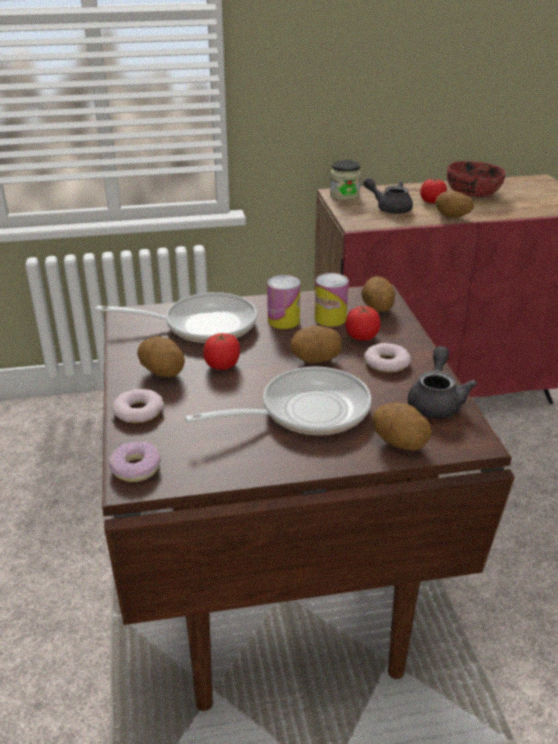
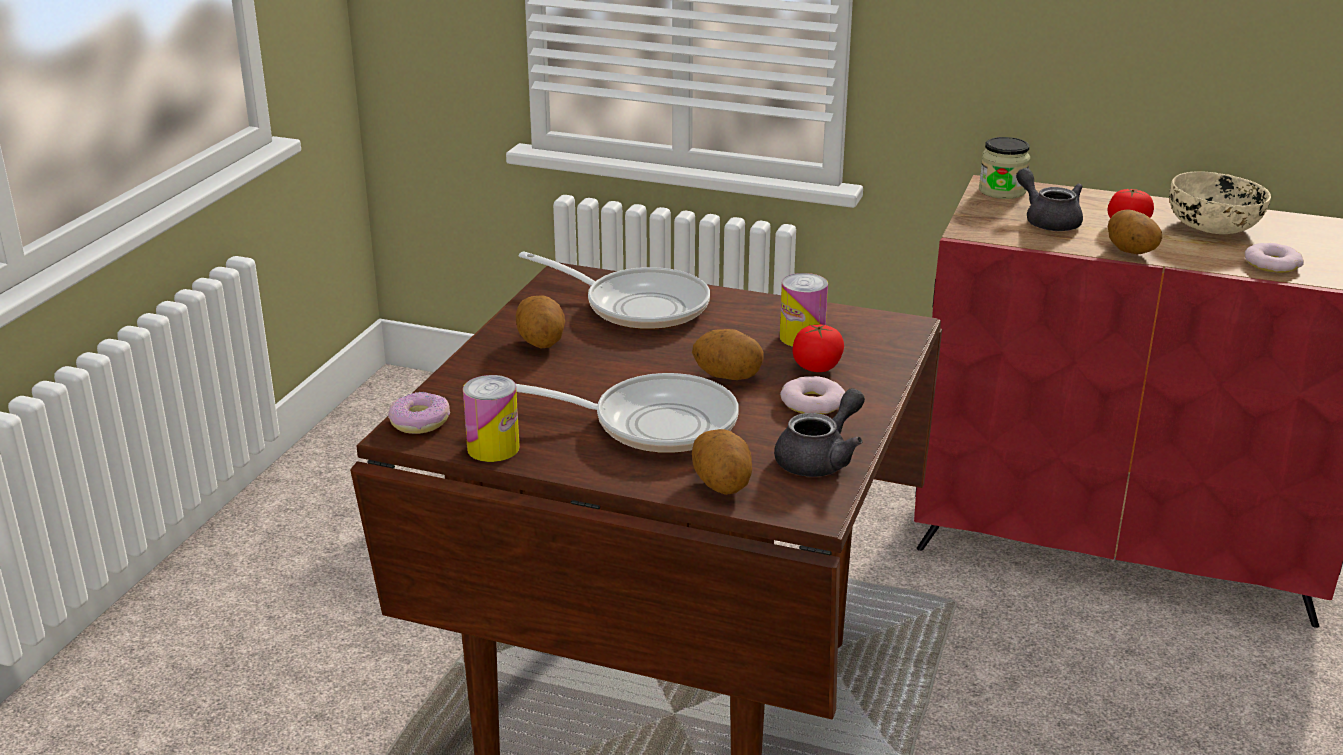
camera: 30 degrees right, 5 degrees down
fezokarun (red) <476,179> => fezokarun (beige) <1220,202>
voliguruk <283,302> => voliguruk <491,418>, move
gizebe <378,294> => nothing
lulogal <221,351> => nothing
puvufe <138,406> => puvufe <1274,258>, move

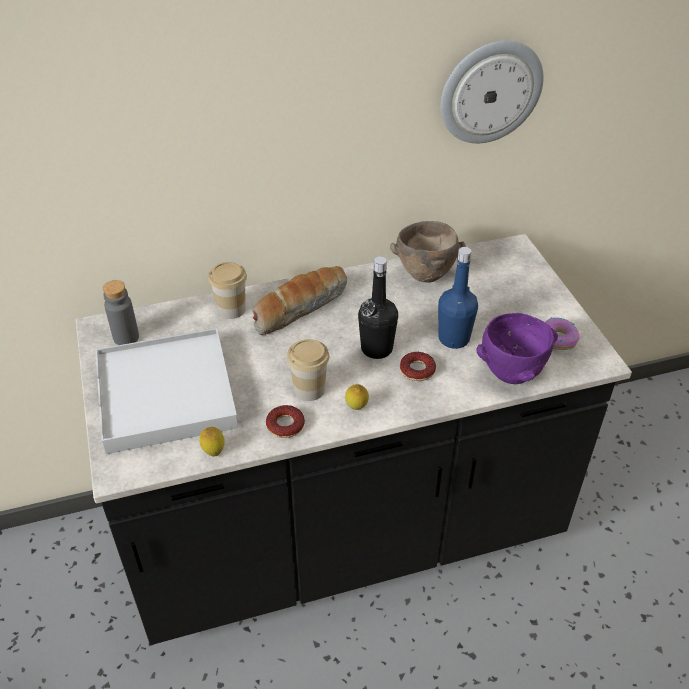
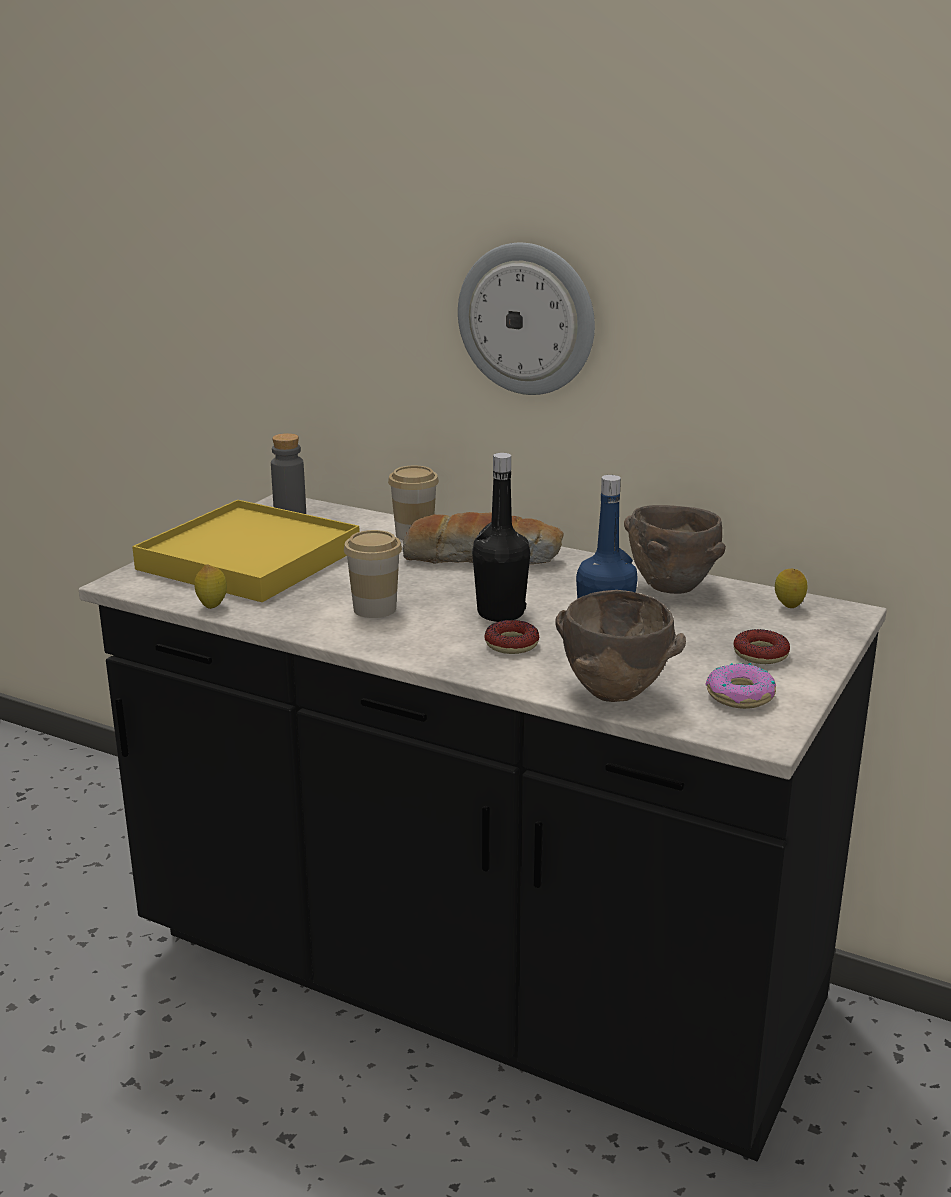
camera: 45 degrees right, 20 degrees down
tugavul <492,91> => tugavul <526,319>, move
fezokarun (purple) <517,348> => fezokarun (brown) <620,646>
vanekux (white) <166,391> => vanekux (yellow) <246,551>
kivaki <357,397> => kivaki <791,588>, move
puvufe <285,421> => puvufe <761,646>, move

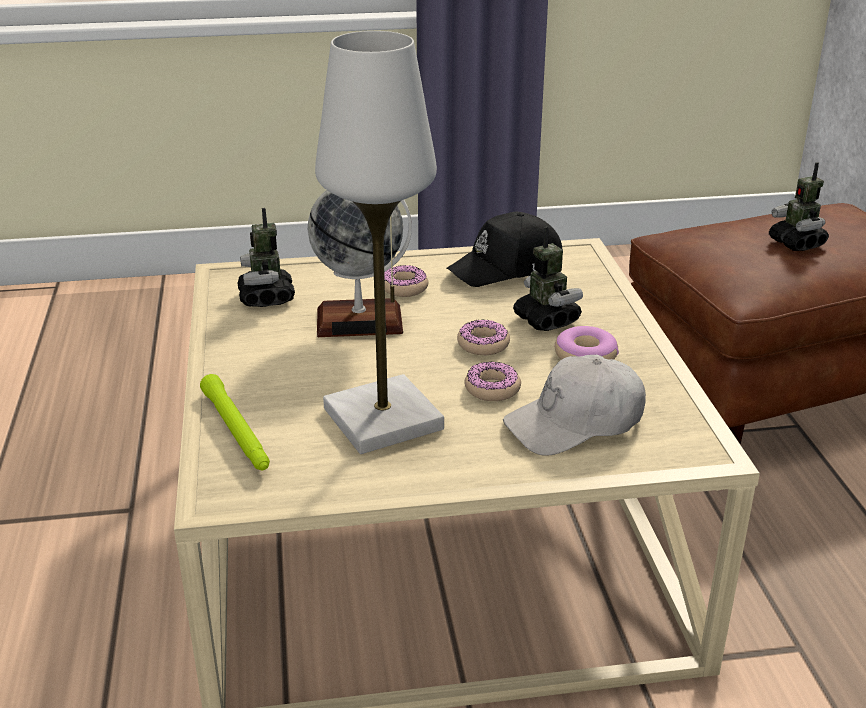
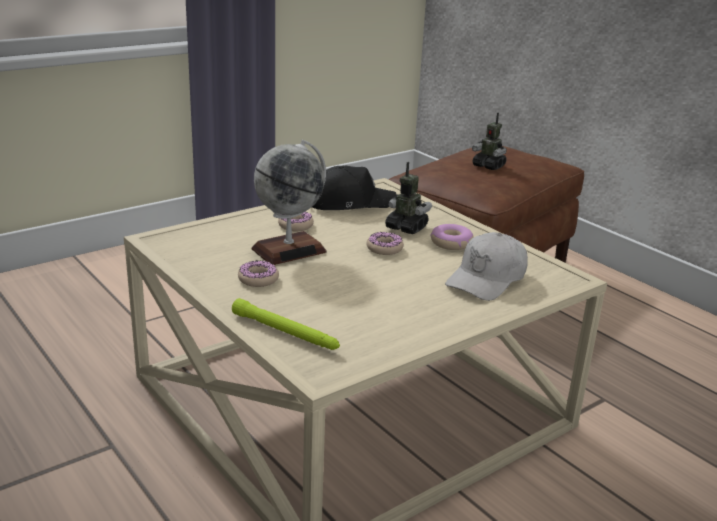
camera: 30 degrees left, 5 degrees down
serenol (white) <379,242> => nothing
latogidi <266,257> => nothing
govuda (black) <504,249> => govuda (black) <354,187>, 135 degrees counterclockwise
puvufe <492,381> => puvufe <258,273>, move

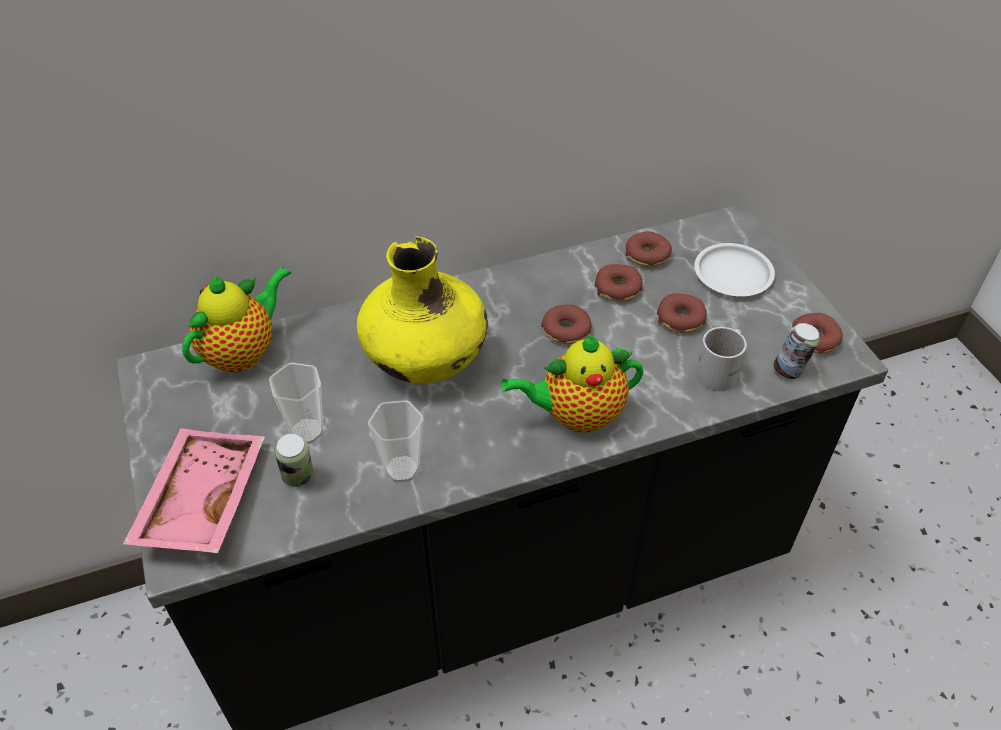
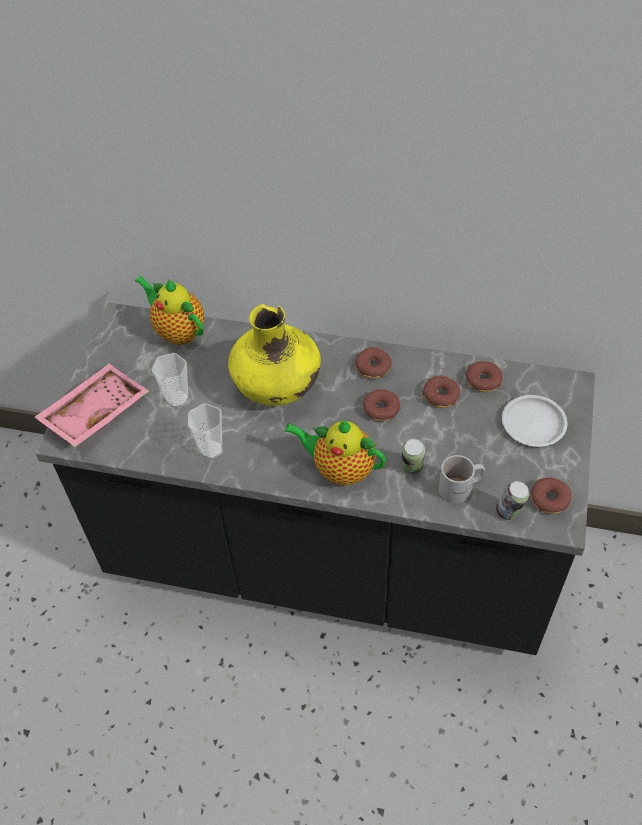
camera: 35 degrees right, 5 degrees up
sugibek <236,320> => sugibek <169,310>, 120 degrees counterclockwise
puvufe <682,313> => puvufe <373,363>, move
voliguruk <293,460> => voliguruk <413,456>, move

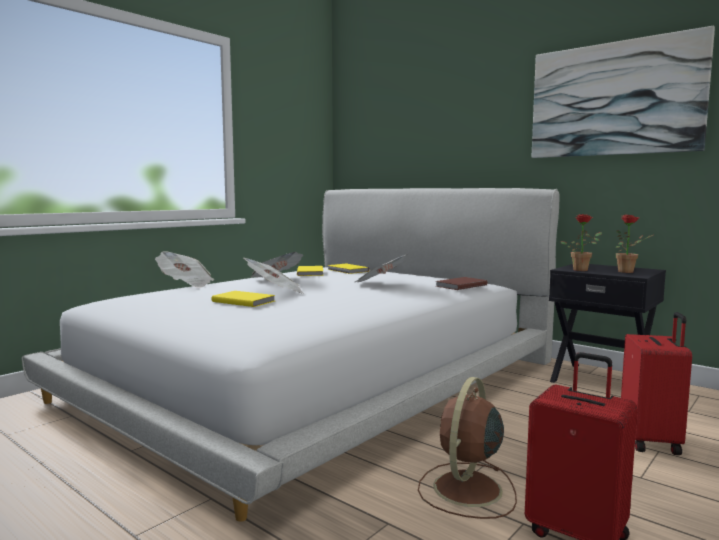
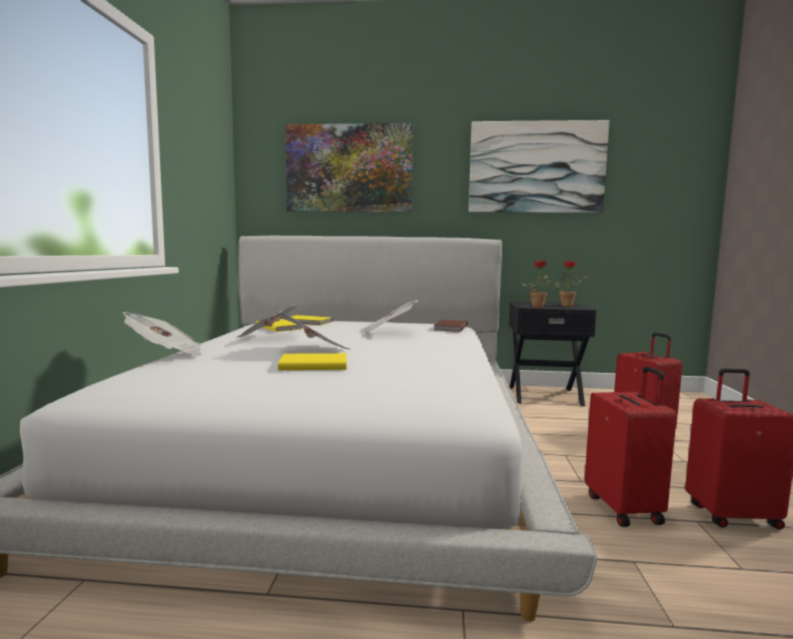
camera: 35 degrees left, 0 degrees up
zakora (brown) <467,448> => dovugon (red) <631,446>
nothing => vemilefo <349,167>

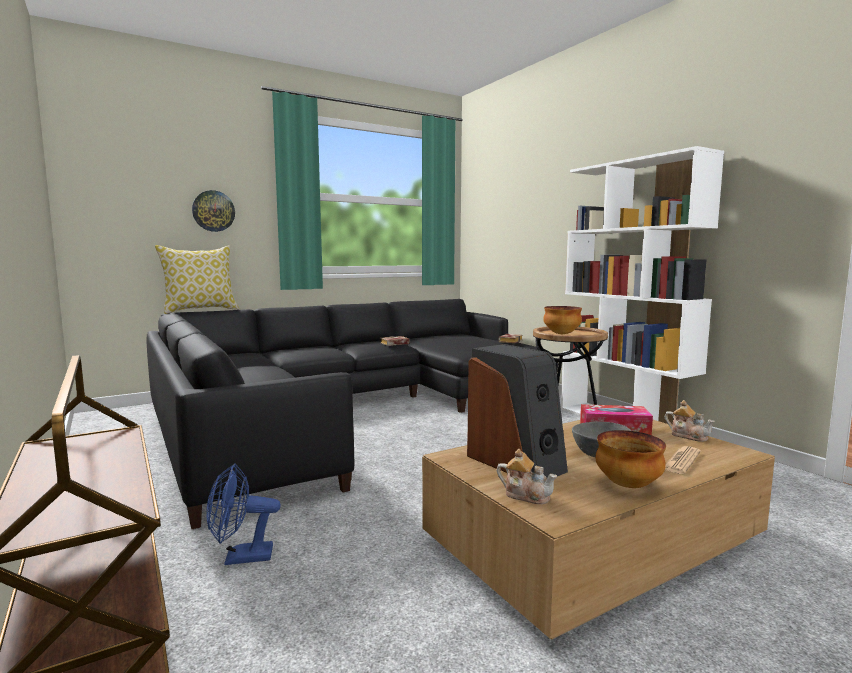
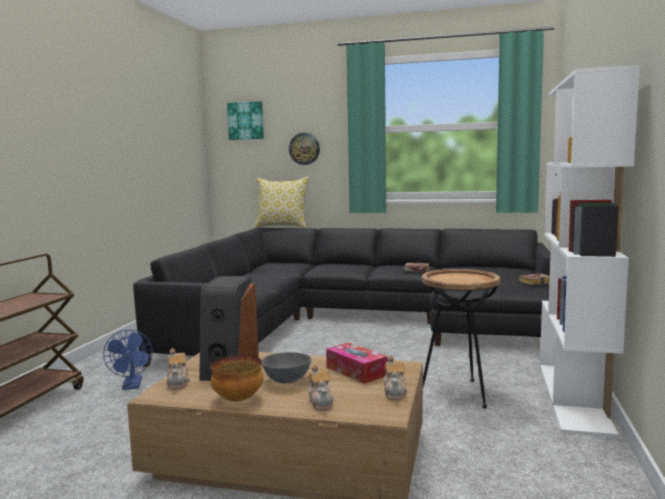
camera: 45 degrees right, 0 degrees up
fezokarun <562,320> => nothing
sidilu <683,460> => sugibek <321,387>
zakora (blue) <243,514> => zakora (blue) <128,360>, 135 degrees counterclockwise
nothing => vemilefo <245,120>

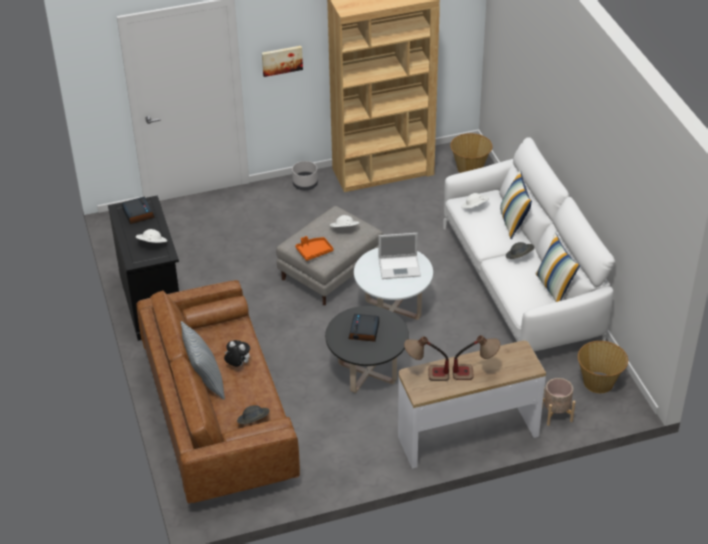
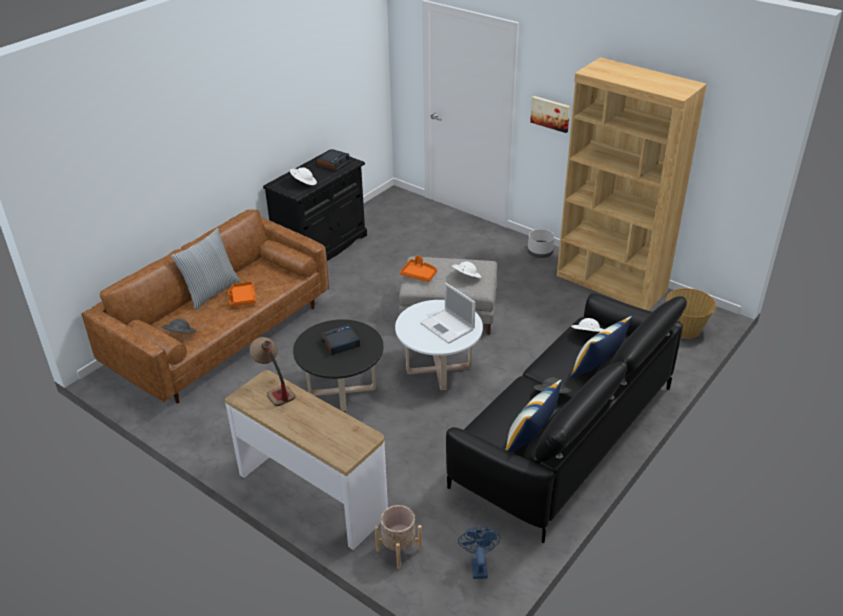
camera: 55 degrees right, 5 degrees down
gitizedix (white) <529,244> => gitizedix (black) <566,418>
serenol <476,357> => nothing
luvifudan <237,353> => vanekux (orange) <242,294>
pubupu <603,367> => zakora (blue) <479,552>

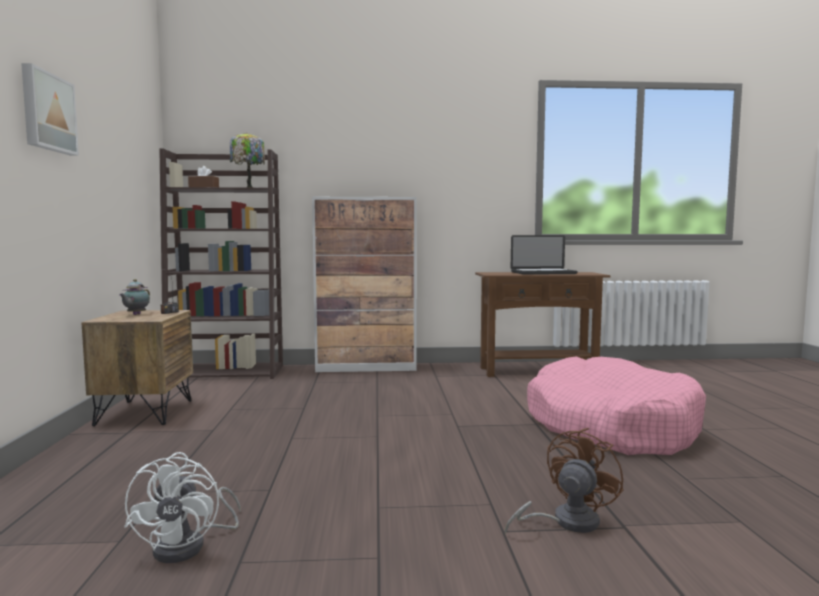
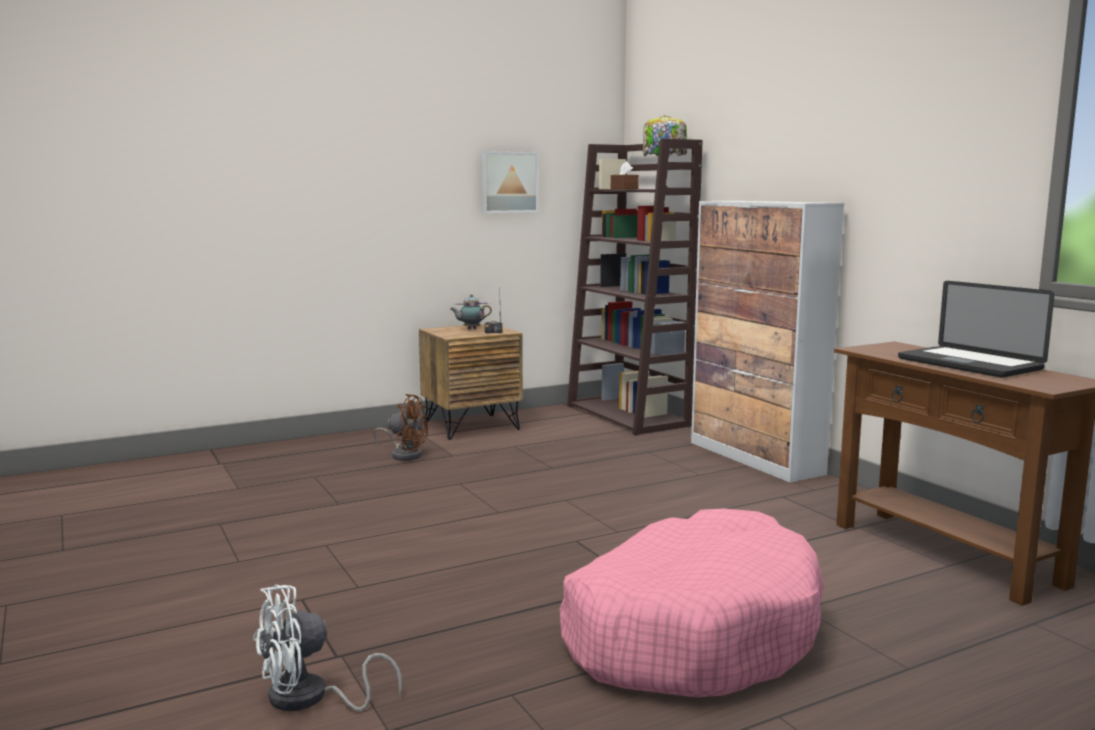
camera: 65 degrees right, 5 degrees up
vemilefo <50,109> => vemilefo <510,182>, move
zakora (brown) <564,481> => zakora (brown) <400,427>, move
zakora (white) <182,507> => zakora (white) <327,648>, move

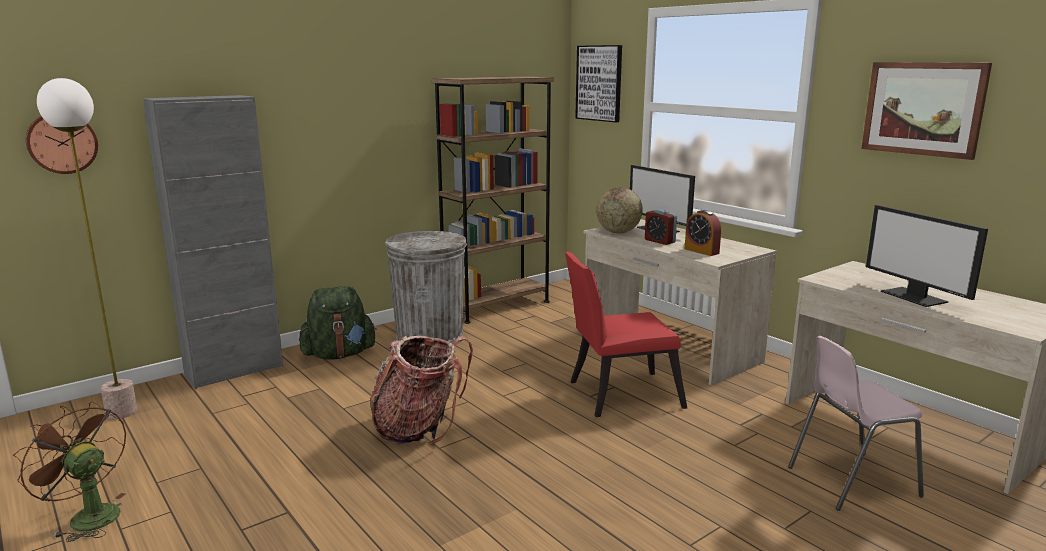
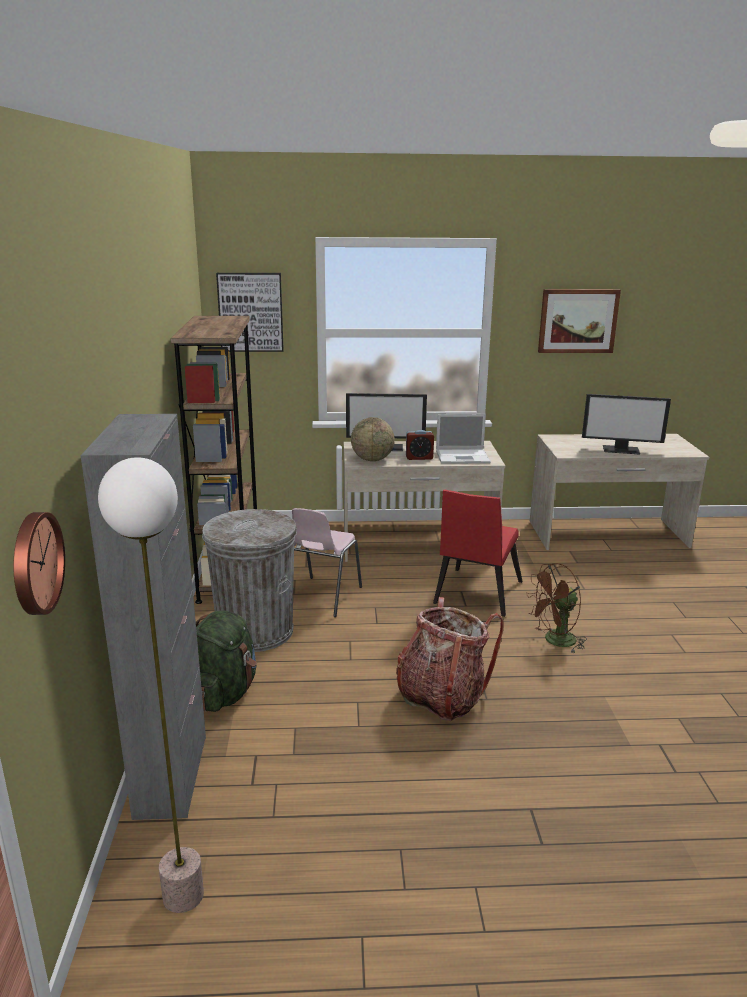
camera: 55 degrees left, 5 degrees up
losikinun <703,233> => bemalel <463,439>
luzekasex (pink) <856,423> => luzekasex (pink) <327,562>, move
zakora (brown) <69,472> => zakora (brown) <556,608>, move

